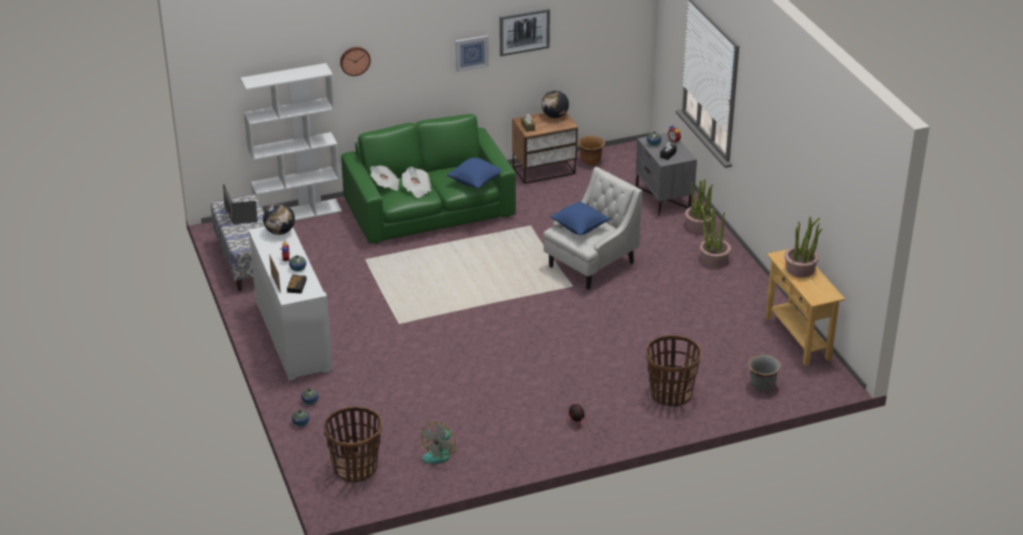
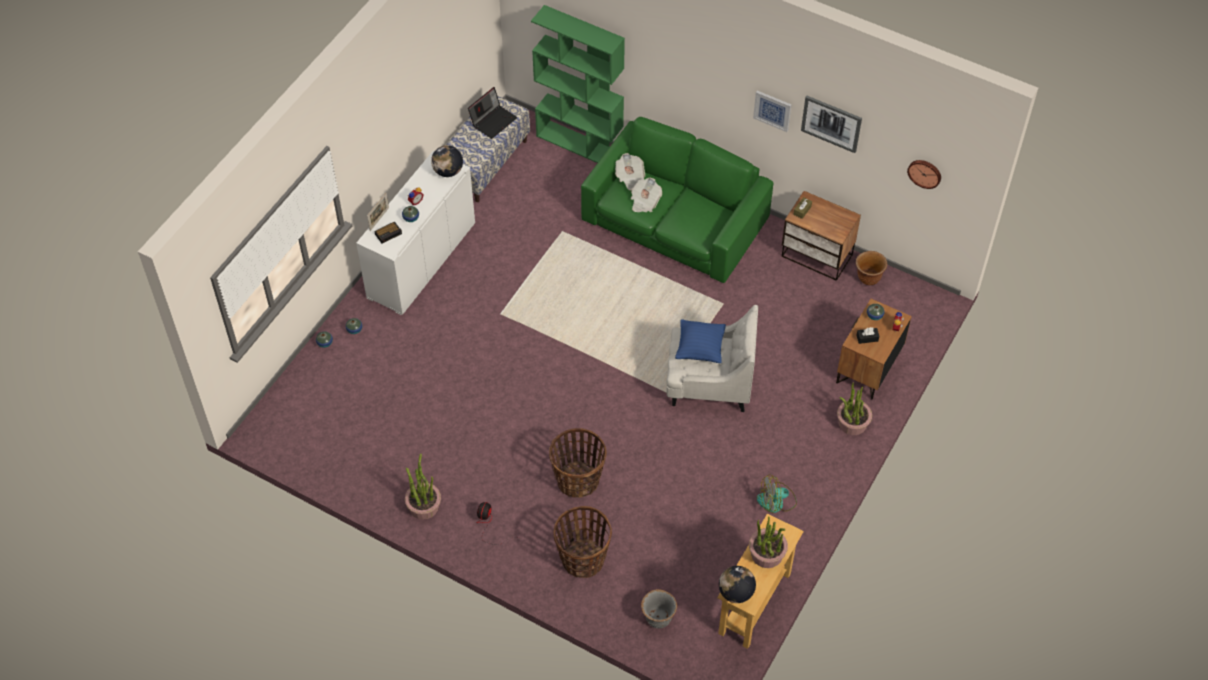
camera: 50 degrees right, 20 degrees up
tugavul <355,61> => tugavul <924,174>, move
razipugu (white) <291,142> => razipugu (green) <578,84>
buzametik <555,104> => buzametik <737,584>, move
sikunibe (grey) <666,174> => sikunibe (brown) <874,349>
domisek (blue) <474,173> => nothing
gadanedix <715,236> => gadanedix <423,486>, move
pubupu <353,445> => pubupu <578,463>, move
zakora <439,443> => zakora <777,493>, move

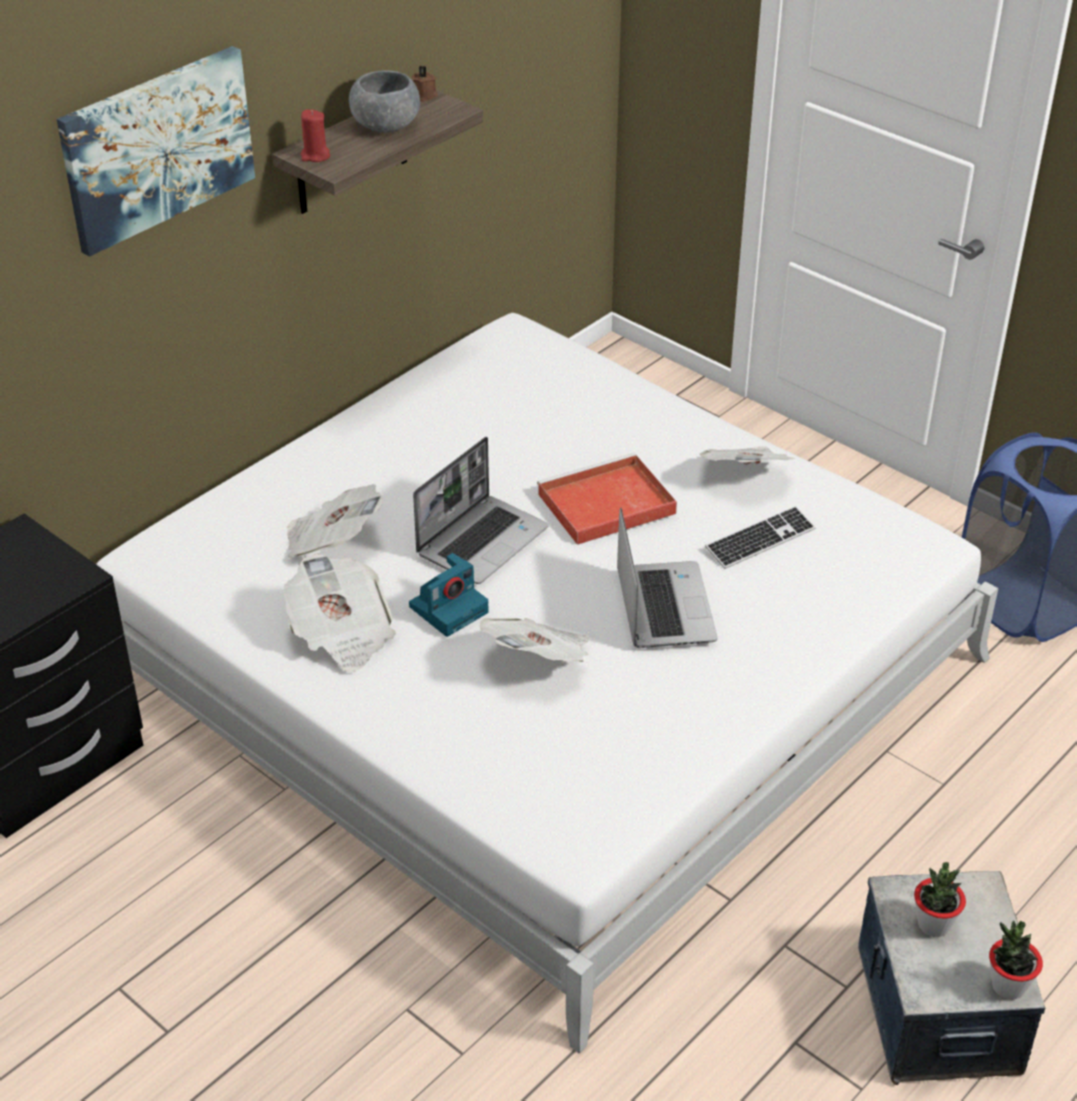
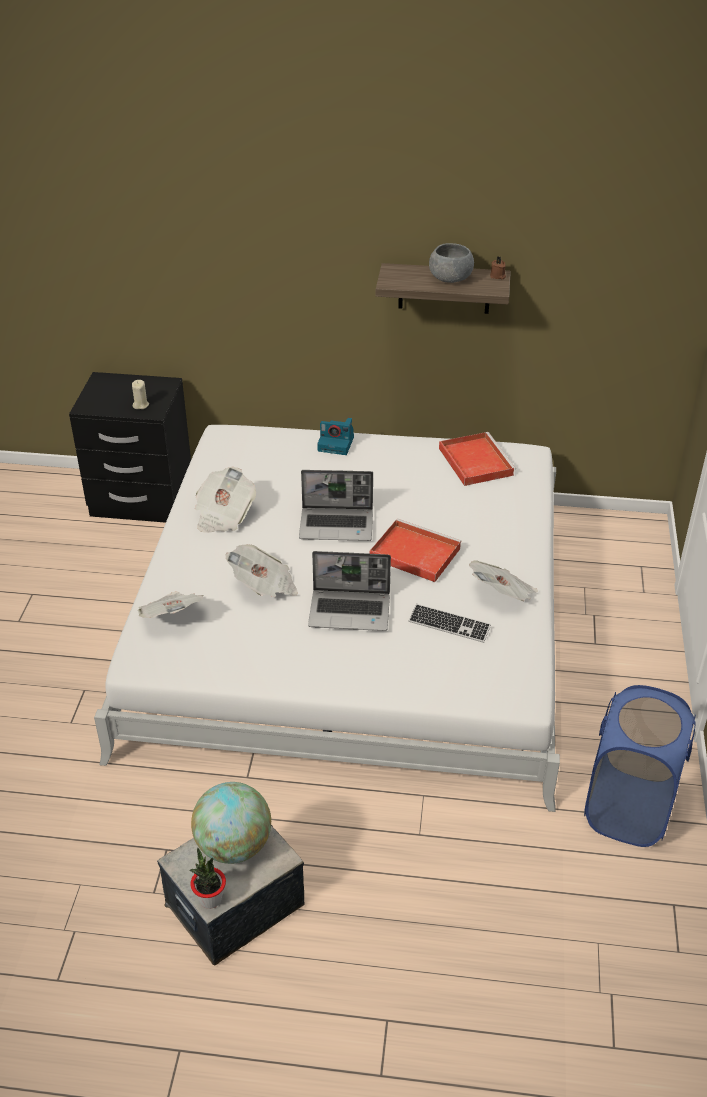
camera: 55 degrees right, 0 degrees up
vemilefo <156,151> => nothing
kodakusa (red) <315,135> => nothing
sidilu <335,521> => sidilu <171,604>, move
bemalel <667,577> => bemalel <349,591>, 45 degrees clockwise
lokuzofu <449,595> => lokuzofu <335,436>, move
gadanedix <940,899> => buzametik <231,823>
nothing => kodakusa (beige) <140,394>
nothing => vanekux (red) <477,459>

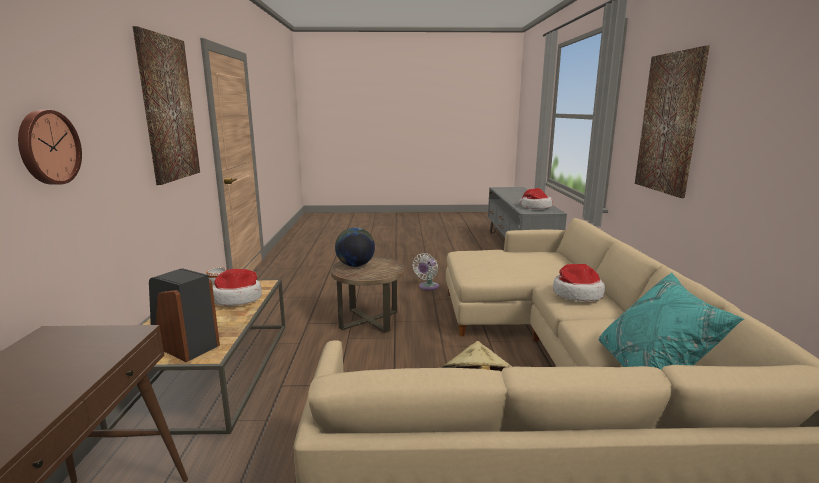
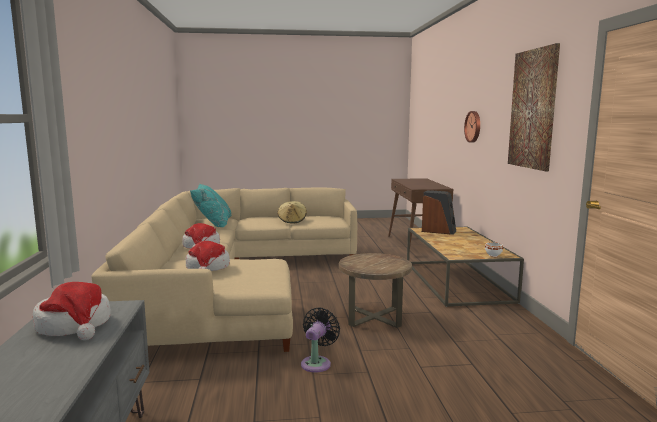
camera: 175 degrees right, 5 degrees down
vemilefo <672,122> => nothing
buzametik <355,247> => nothing
zakora (white) <425,271> => zakora (black) <320,340>
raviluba <237,287> => raviluba <208,256>, move

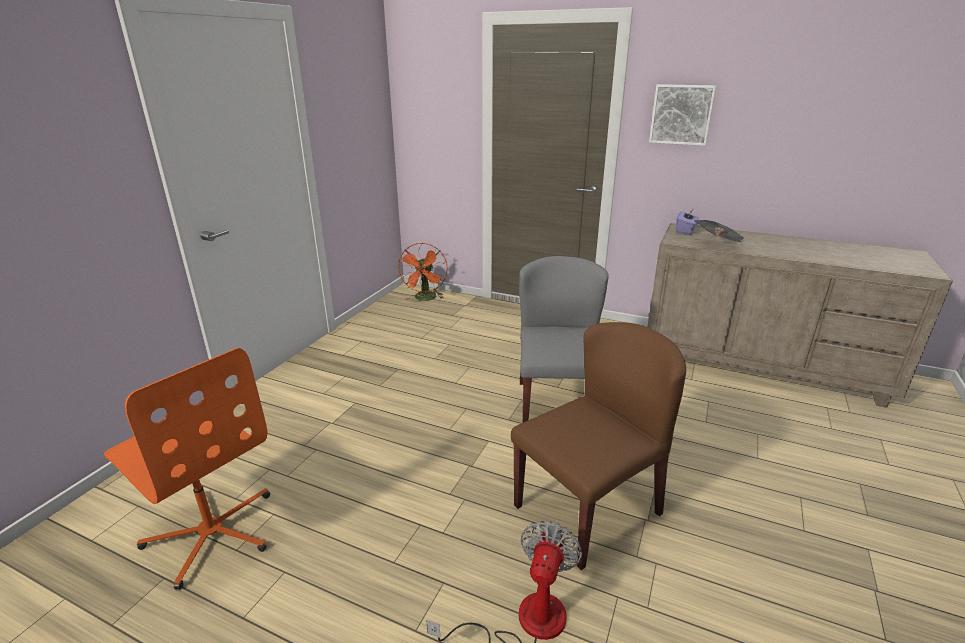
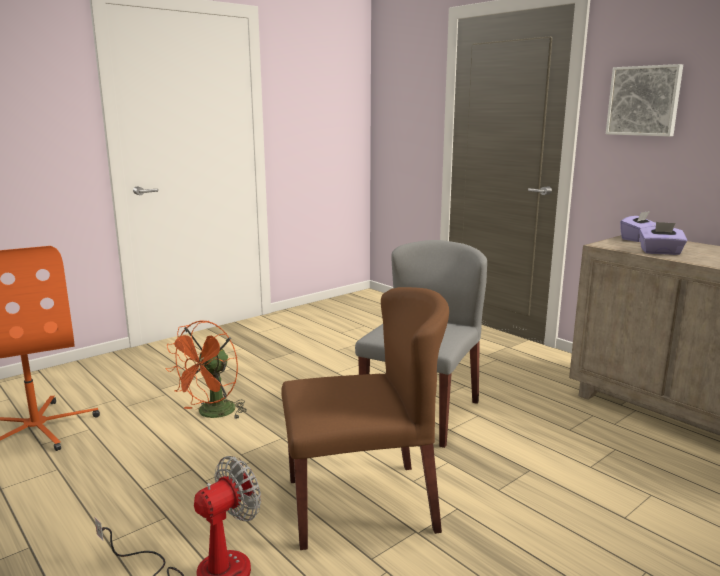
camera: 25 degrees right, 10 degrees down
sidilu <719,231> => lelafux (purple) <663,238>
zakora (orange) <423,272> => zakora (orange) <206,370>, move

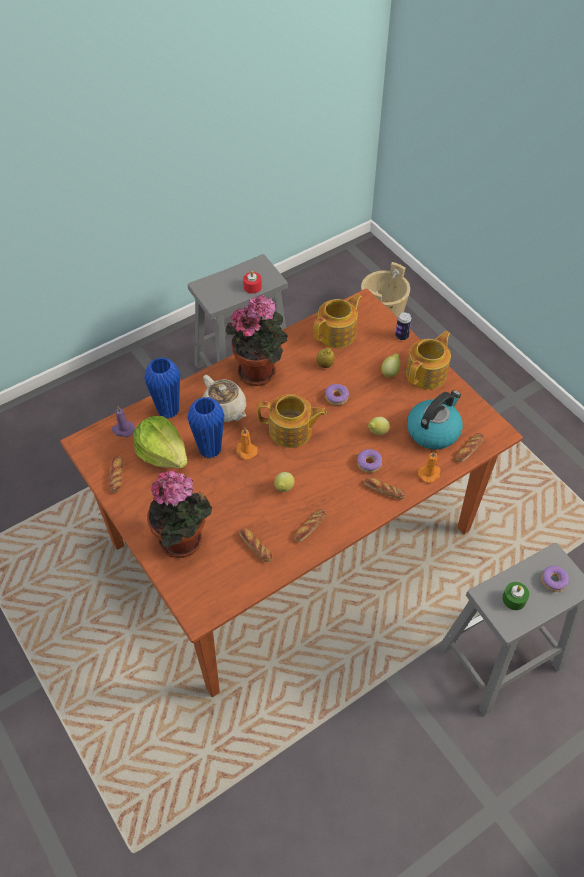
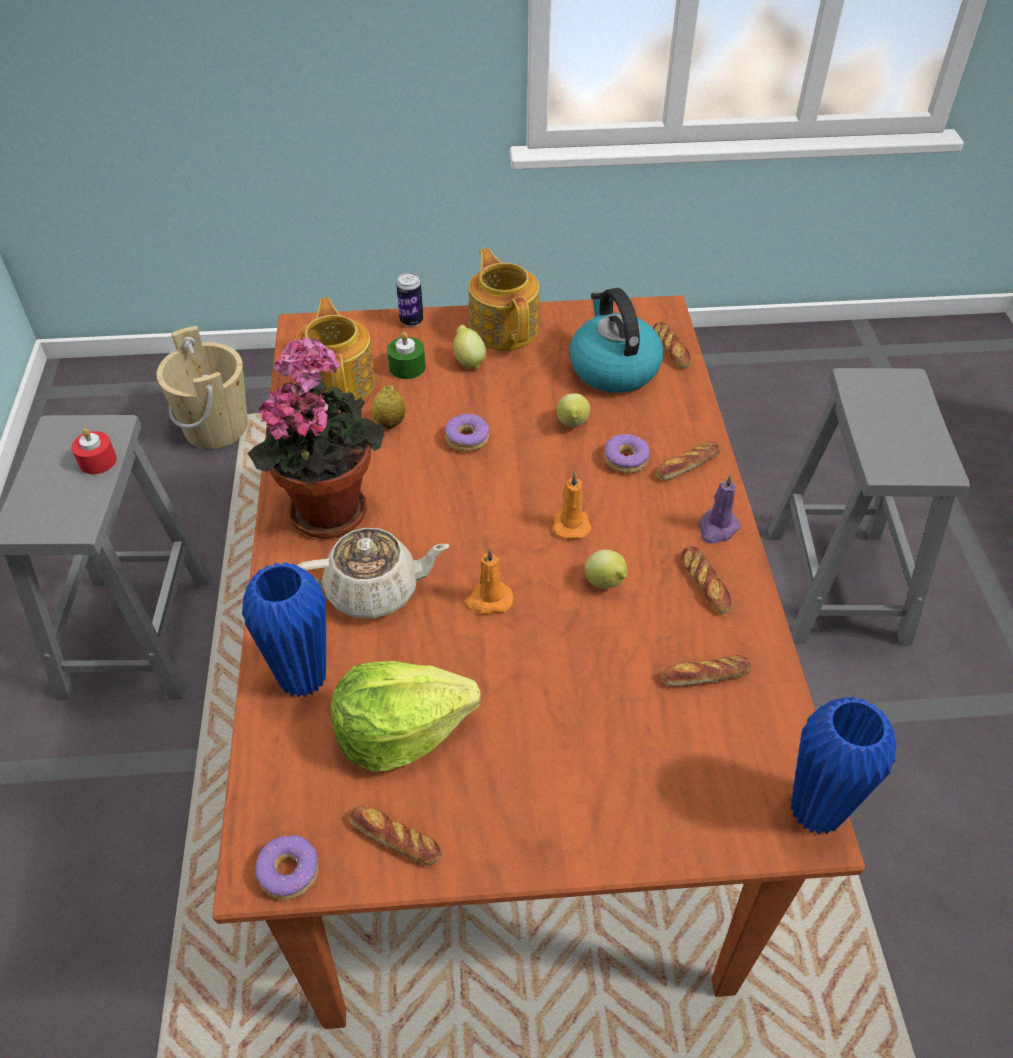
camera: 60 degrees left, 5 degrees down
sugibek <292,421> => nothing
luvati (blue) <206,427> => luvati (blue) <843,766>, move
kodakusa (purple) <123,421> => kodakusa (purple) <719,509>, move
kodakusa (orange) <429,467> => kodakusa (orange) <572,505>, move
gadanedix <179,514> => nothing
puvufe <555,579> => puvufe <287,867>, move
kodakusa (green) <515,596> => kodakusa (green) <406,355>, move

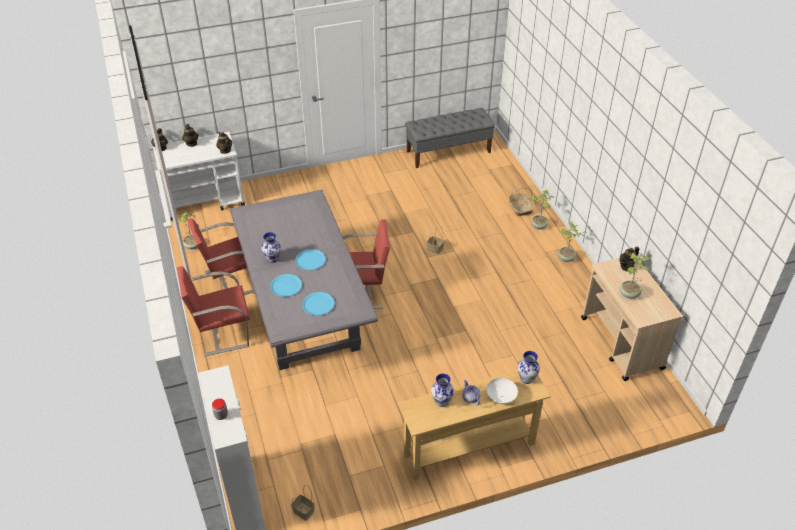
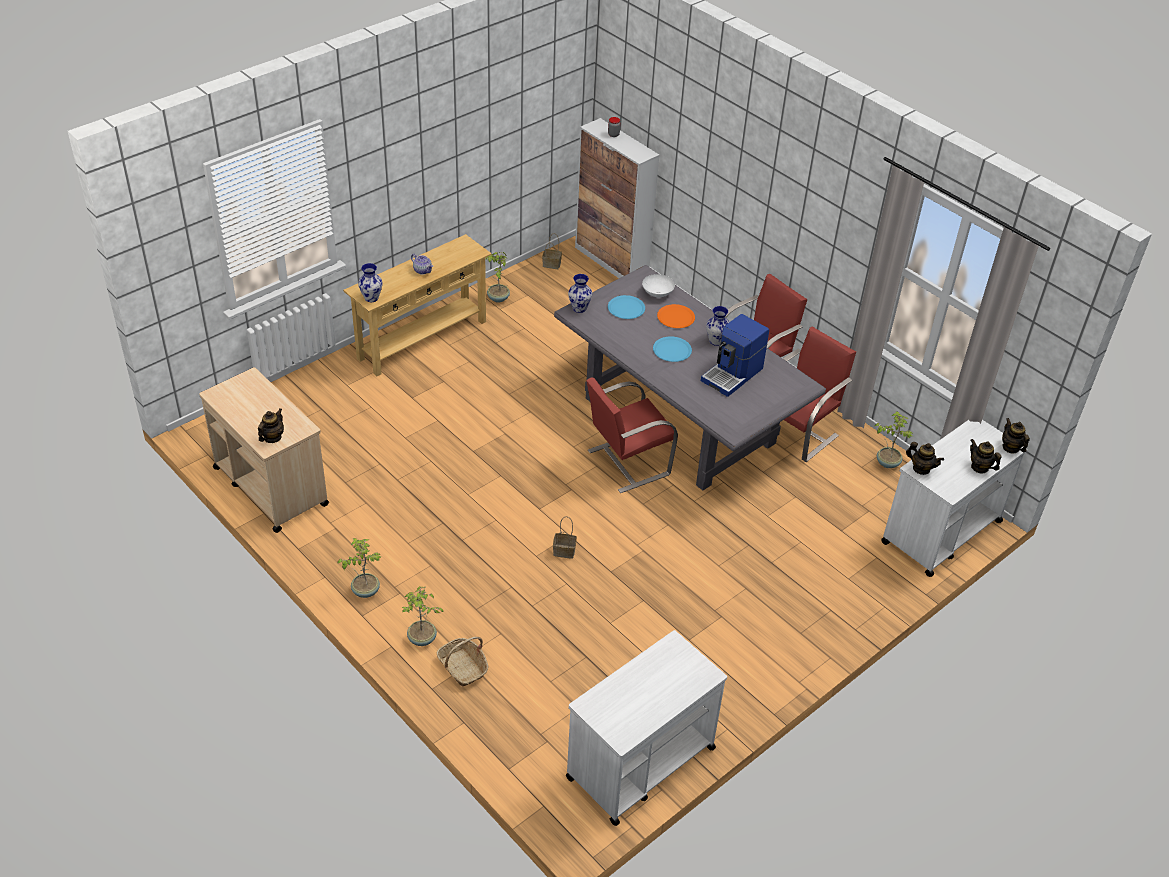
camera: 155 degrees right, 0 degrees up
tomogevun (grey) <450,138> => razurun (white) <646,728>
gadanedix <635,276> => gadanedix <498,277>, move
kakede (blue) <286,285> => kakede (orange) <676,316>
luvati <442,390> => luvati <580,293>, move
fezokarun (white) <502,391> => fezokarun (white) <658,285>, move
nothing => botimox <735,355>

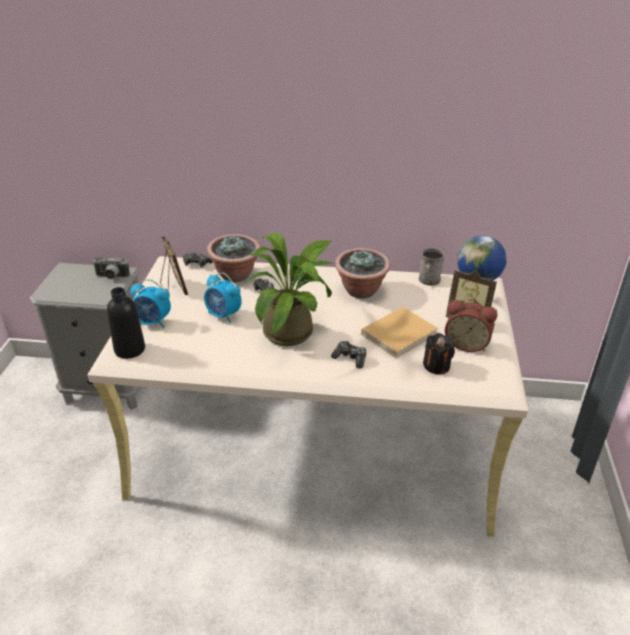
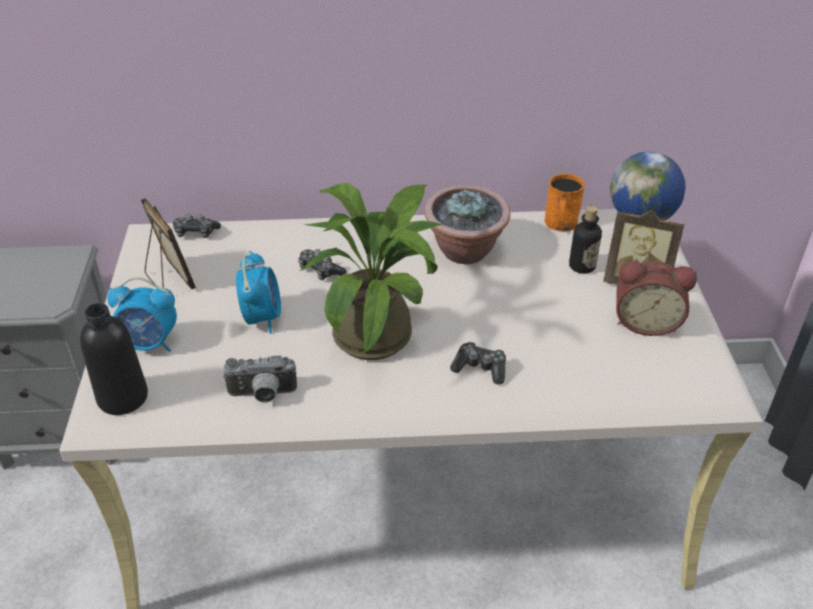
camera: 10 degrees left, 5 degrees up
gadanedix <233,258> => nothing
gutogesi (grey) <432,267> => gutogesi (orange) <564,203>
lokuzofu <111,267> => lokuzofu <260,379>, move
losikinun <223,298> => losikinun <258,292>, 120 degrees counterclockwise
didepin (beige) <399,332> => nothing
kodakusa (black) <439,354> => nothing
nothing => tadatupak <585,240>

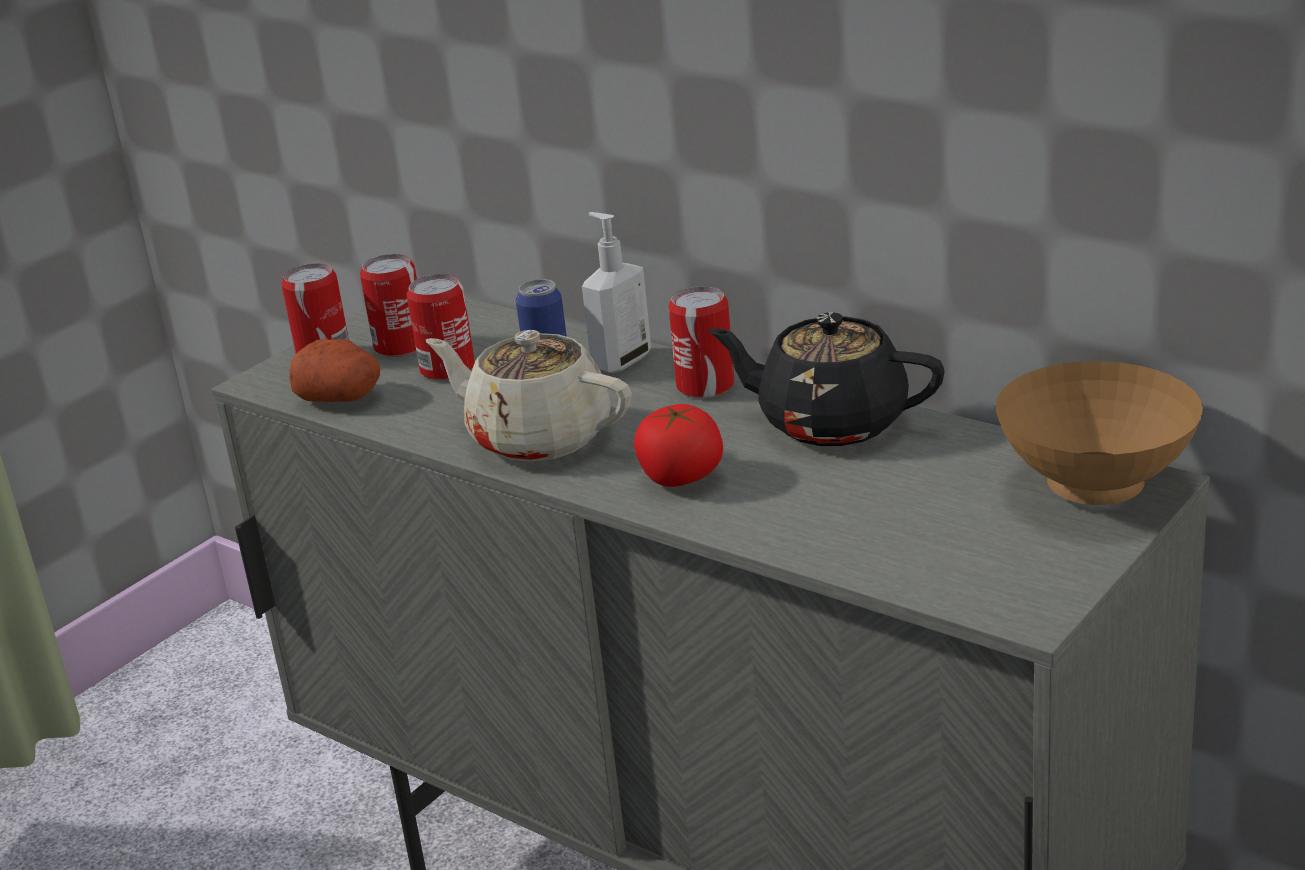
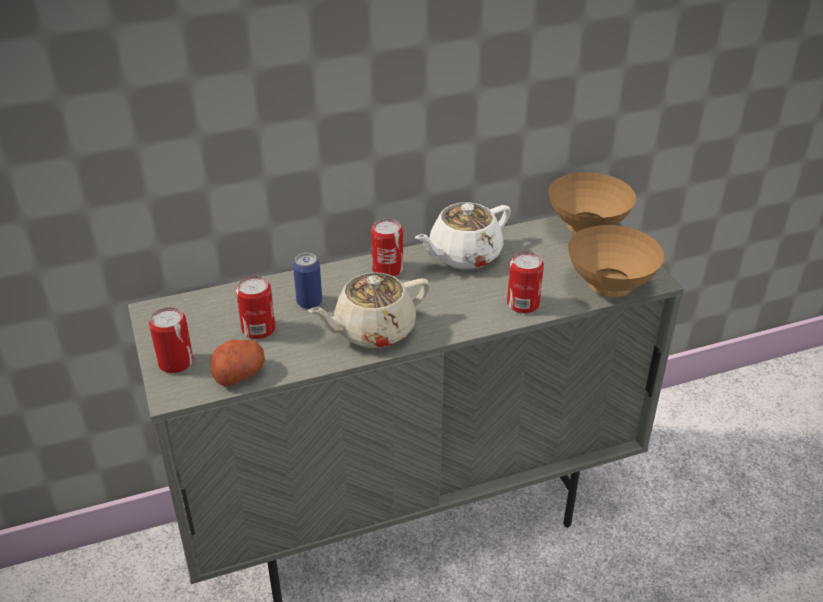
camera: 60 degrees left, 10 degrees up
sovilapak <616,292> => nothing
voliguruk <388,305> => voliguruk <525,282>, move
sugibek (black) <826,379> => sugibek (white) <463,235>
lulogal <678,445> => nothing
nothing => fezokarun (brown) <616,261>

